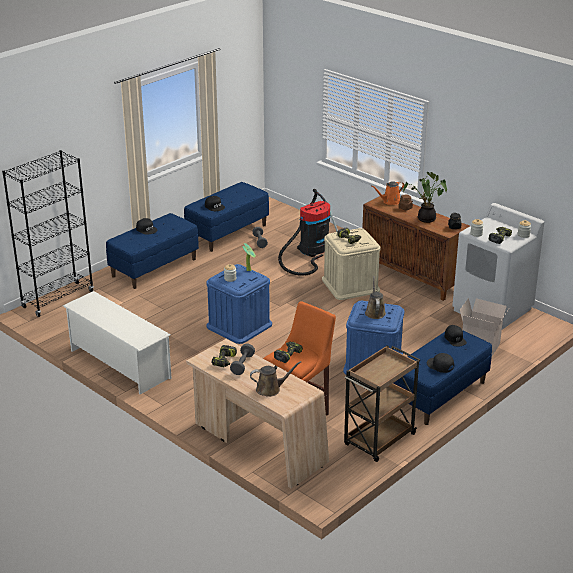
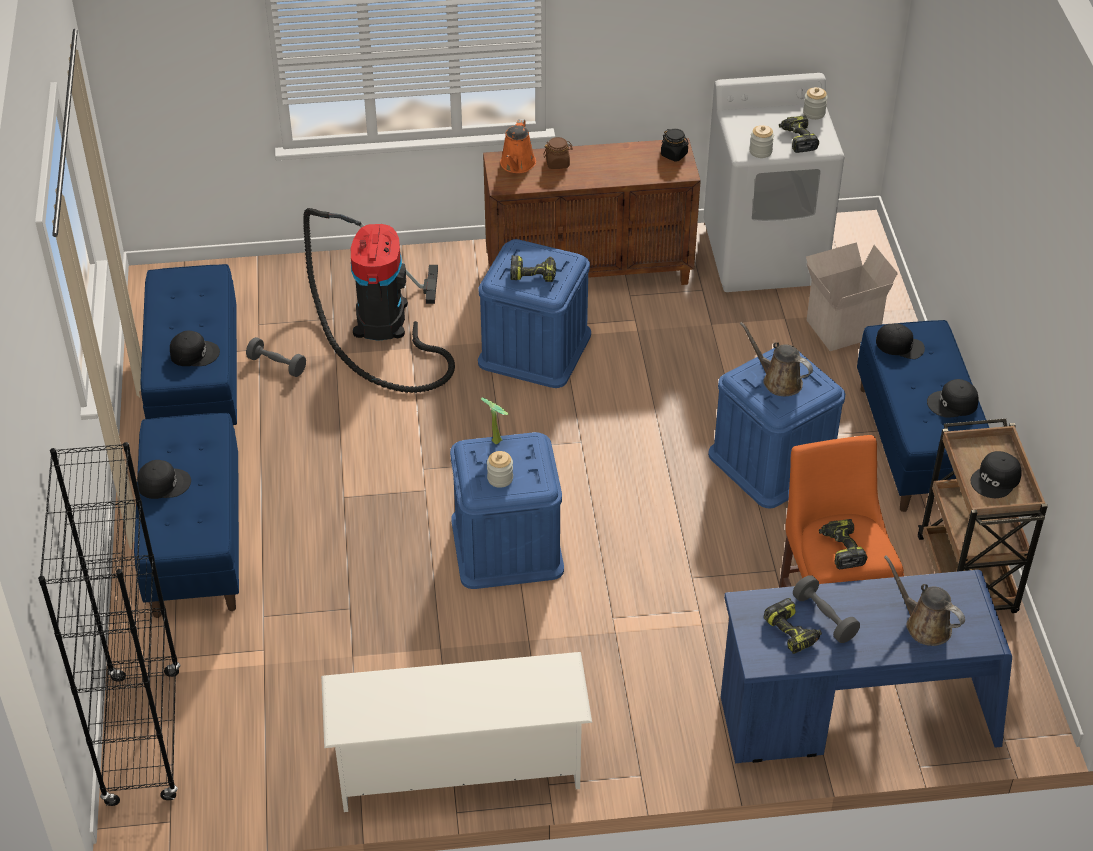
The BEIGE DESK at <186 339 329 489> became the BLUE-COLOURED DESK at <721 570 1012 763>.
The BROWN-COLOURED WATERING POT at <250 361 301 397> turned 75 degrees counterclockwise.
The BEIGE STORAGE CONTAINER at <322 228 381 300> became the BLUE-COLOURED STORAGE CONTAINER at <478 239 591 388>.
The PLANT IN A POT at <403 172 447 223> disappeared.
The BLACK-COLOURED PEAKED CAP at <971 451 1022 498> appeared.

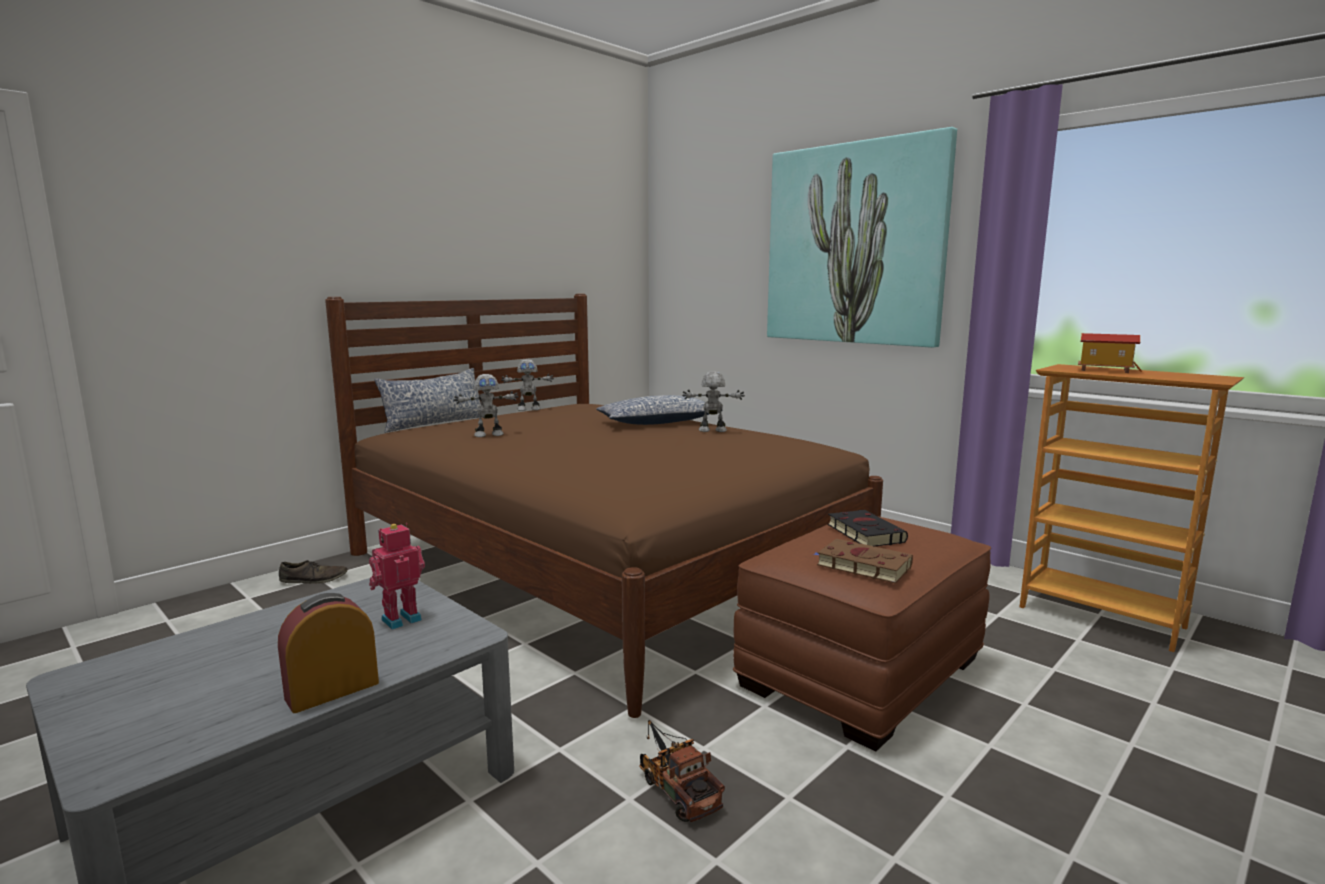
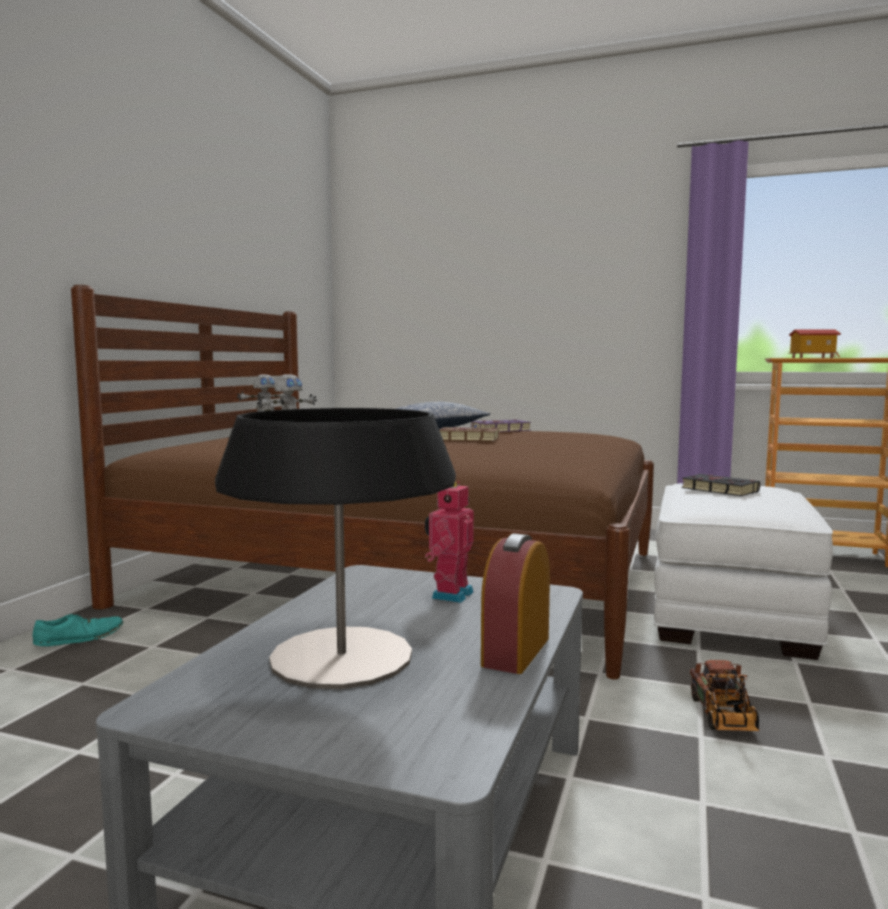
The BROWN-COLOURED ITEM OF FOOTWEAR at <279 560 348 584> became the TURQUOISE-COLOURED ITEM OF FOOTWEAR at <33 614 123 647>.
The PILLOW at <374 368 481 433> disappeared.
The TOY LORRY at <639 720 725 822> turned 120 degrees counterclockwise.
The TOY ROBOT at <682 371 745 432> was replaced by the PURPLISH BOUND BOOK at <471 419 531 432>.
The BROWN-COLOURED FOOTREST at <733 517 991 752> became the WHITE-COLOURED FOOTREST at <653 483 833 660>.
The PICTURE at <767 127 957 348> disappeared.
The BROWN-COLOURED BOUND BOOK moved from <813 539 913 584> to <439 427 499 441>.
The TABLETOP LAMP at <215 408 456 689> appeared.

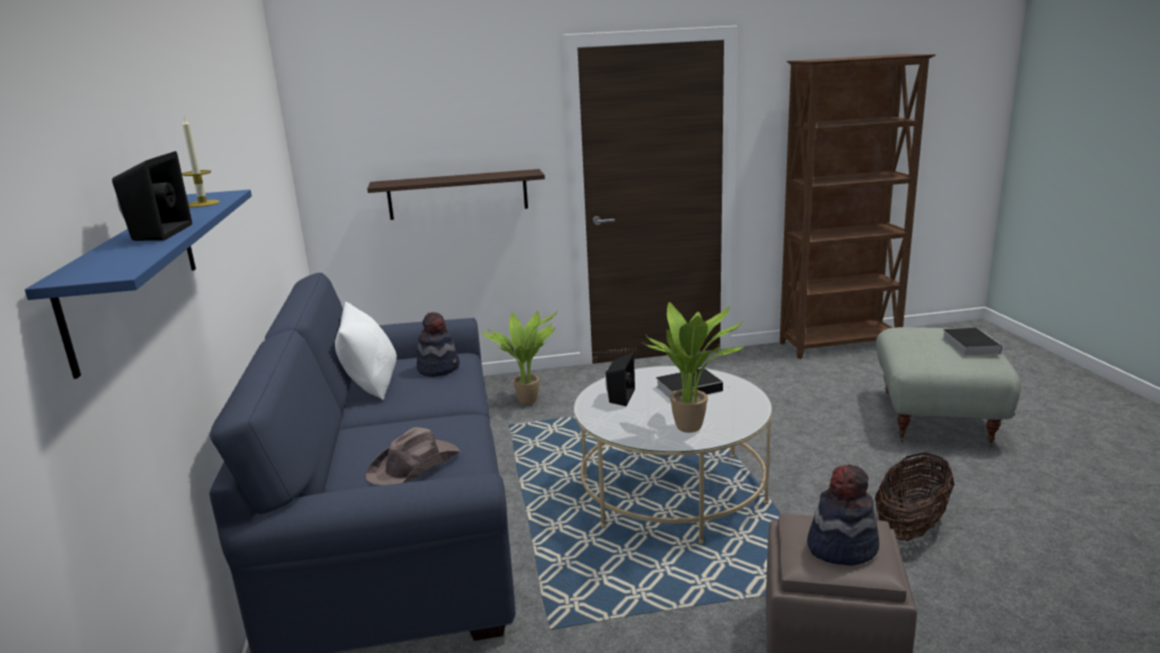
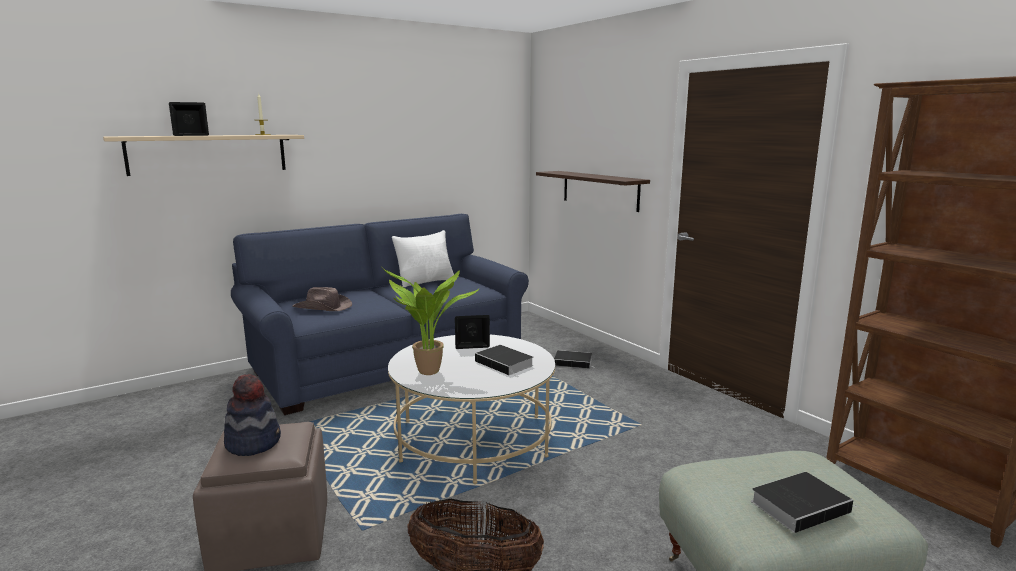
The BLUE-COLOURED BRACKET SHELF at <25 190 252 379> became the BEIGE BRACKET SHELF at <103 135 304 176>.
The CLOTHING HAT at <416 312 460 377> disappeared.
The PLANT IN A POT at <482 309 559 405> was replaced by the BOUND BOOK at <554 350 596 369>.

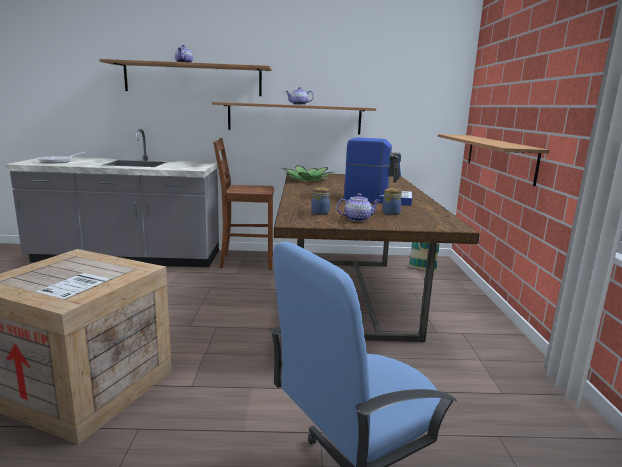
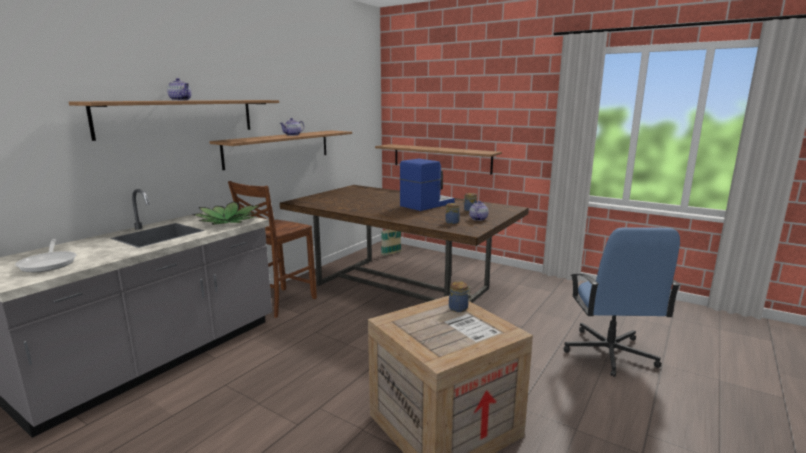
The PLANT IN A POT moved from <282 165 335 181> to <192 201 260 225>.
The STORAGE JAR at <449 281 471 312> appeared.

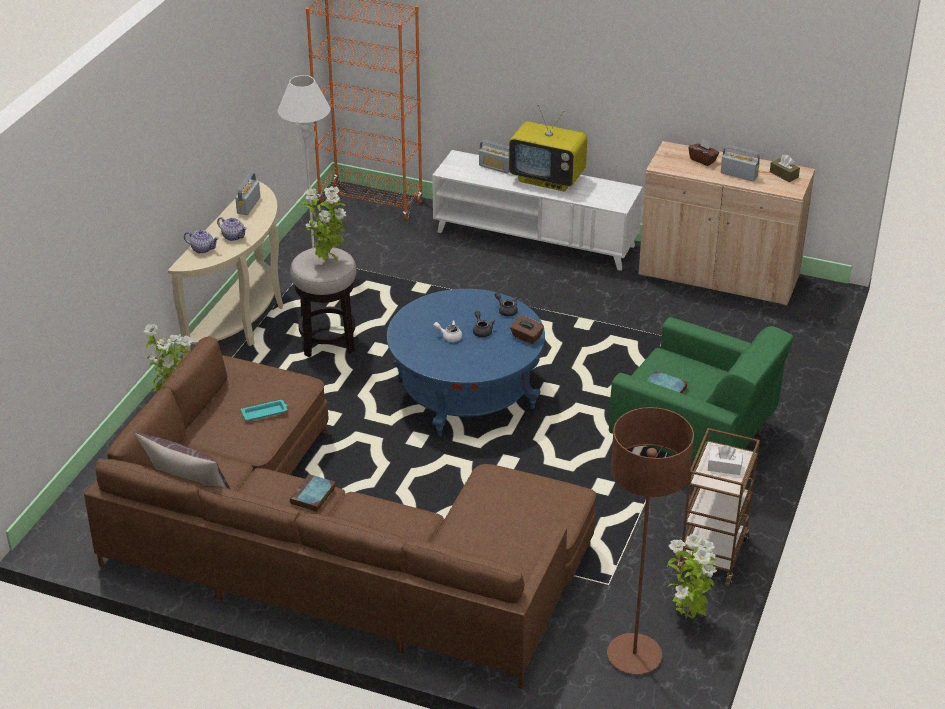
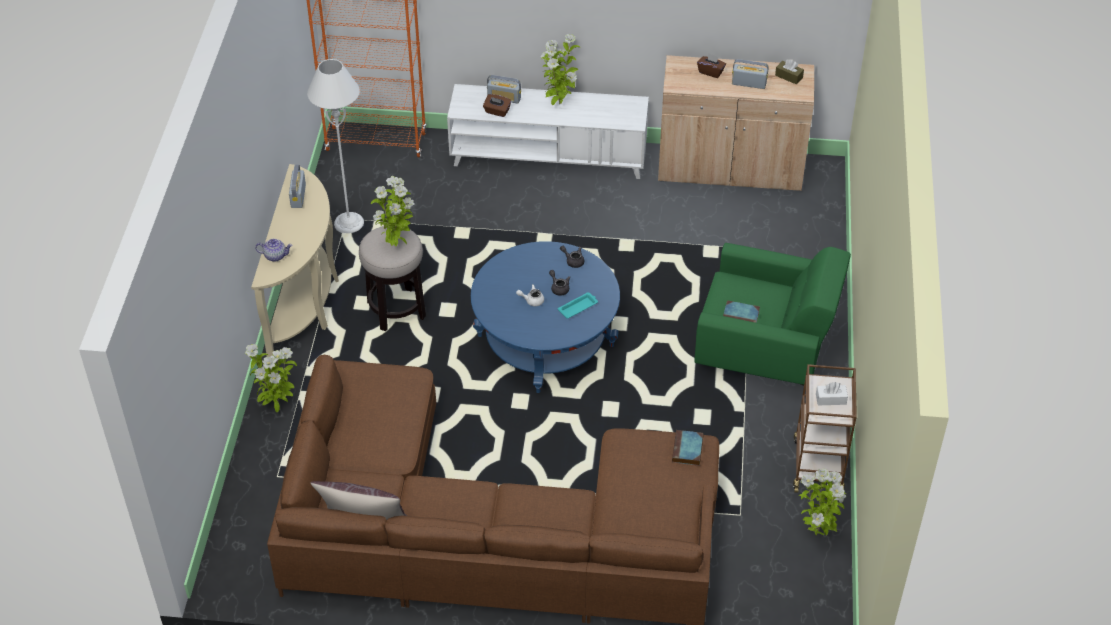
The TEA POT at <217 217 247 241> disappeared.
The TURQUOISE-COLOURED TRAY moved from <241 400 287 421> to <558 292 598 319>.
The BOUND BOOK moved from <290 474 335 513> to <672 430 703 466>.
The TV at <509 104 587 191> was replaced by the PLANT IN A POT at <541 34 580 105>.
The BROWN-COLOURED BOX OF TISSUES moved from <510 316 544 344> to <483 94 511 117>.
The BROWN-COLOURED STANDARD LAMP at <607 407 694 674> disappeared.

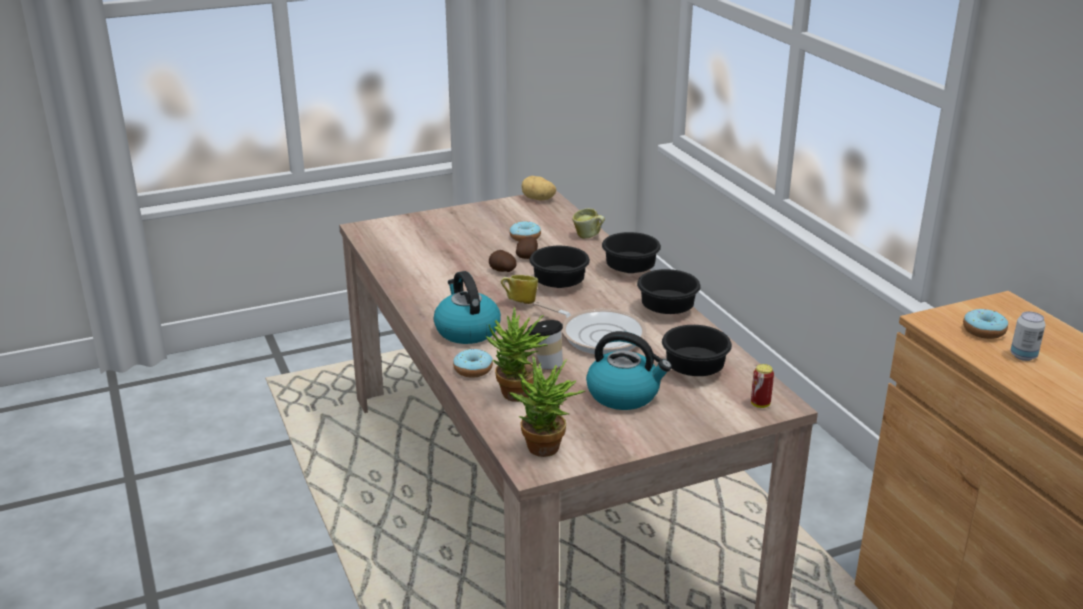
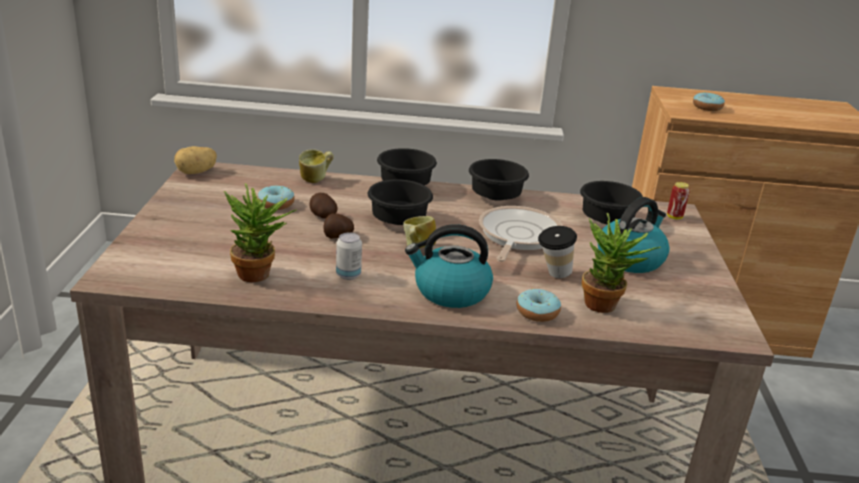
The PLANT IN A POT moved from <509 356 585 457> to <224 183 297 282>.
The PAN at <534 301 646 355> turned 45 degrees counterclockwise.
The SEALED CAN moved from <1010 311 1046 361> to <336 232 362 280>.

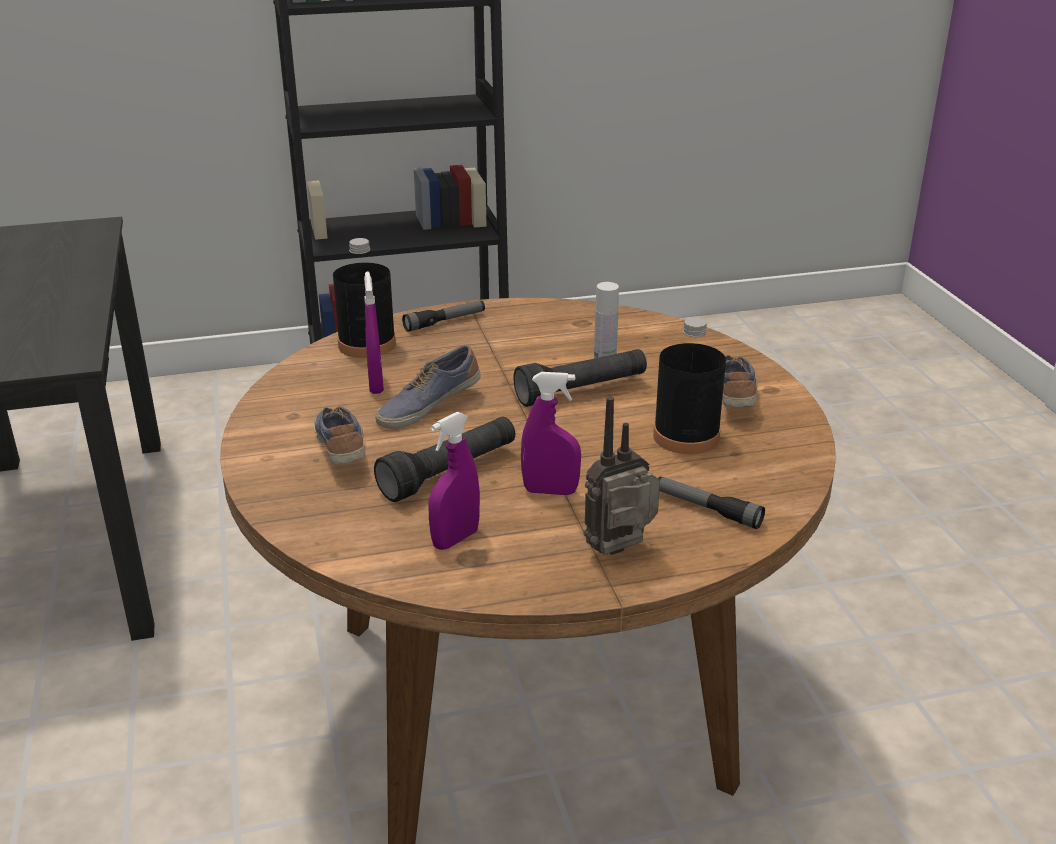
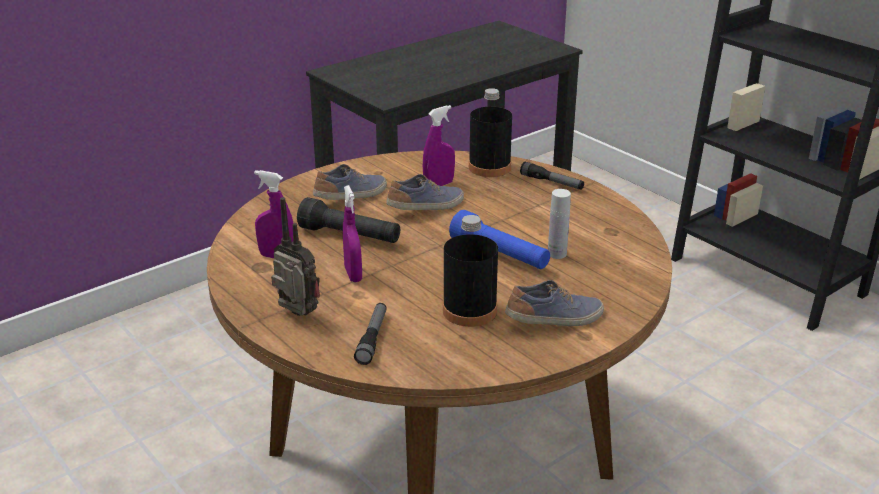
The ITEM OF FOOTWEAR at <375 345 481 429> turned 120 degrees clockwise.
The BLACK-COLOURED HAND TORCH at <514 349 647 407> became the BLUE-COLOURED HAND TORCH at <449 210 550 269>.

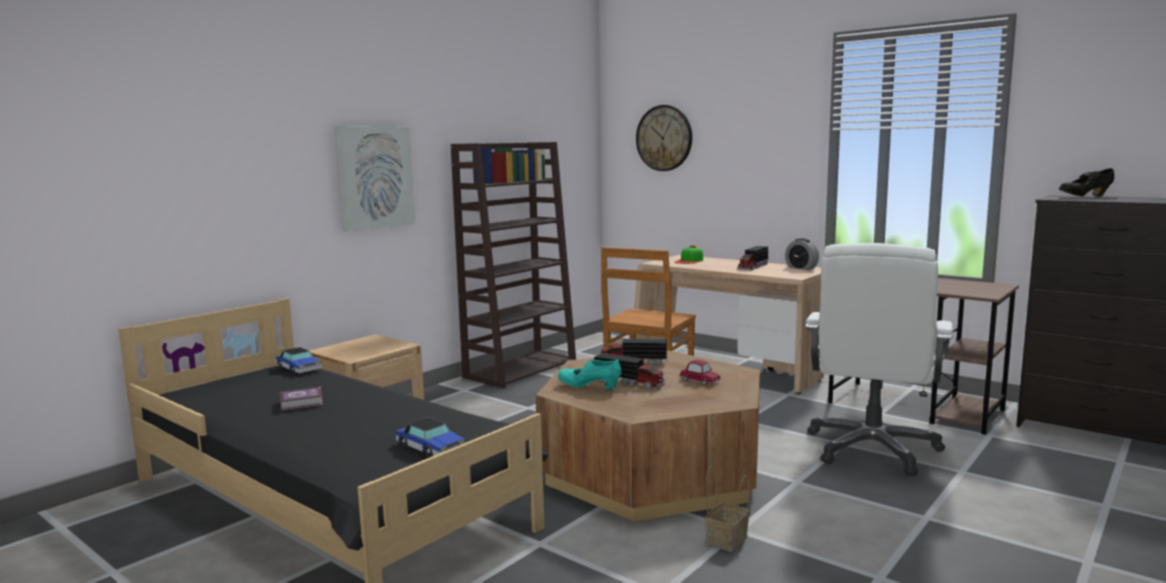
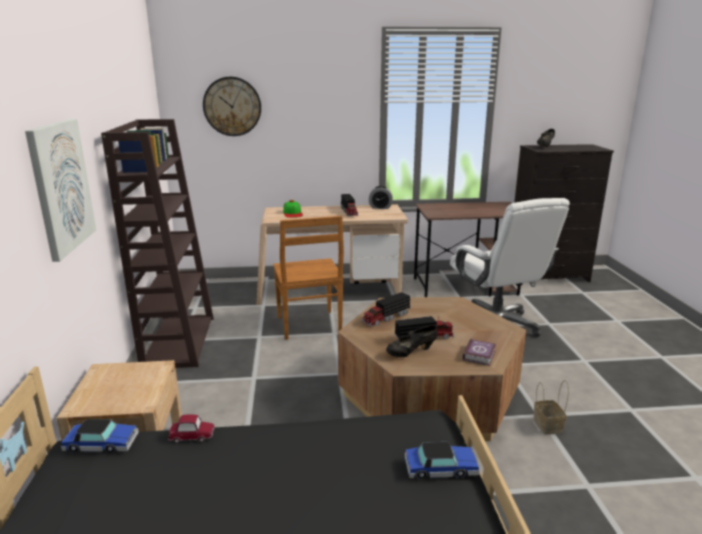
The BOUND BOOK moved from <280 387 324 412> to <463 338 496 366>.
The TURQUOISE-COLOURED ITEM OF FOOTWEAR at <558 360 621 390> became the BLACK-COLOURED ITEM OF FOOTWEAR at <386 325 438 357>.
The MINIATURE CAR moved from <679 360 721 385> to <168 414 215 443>.

